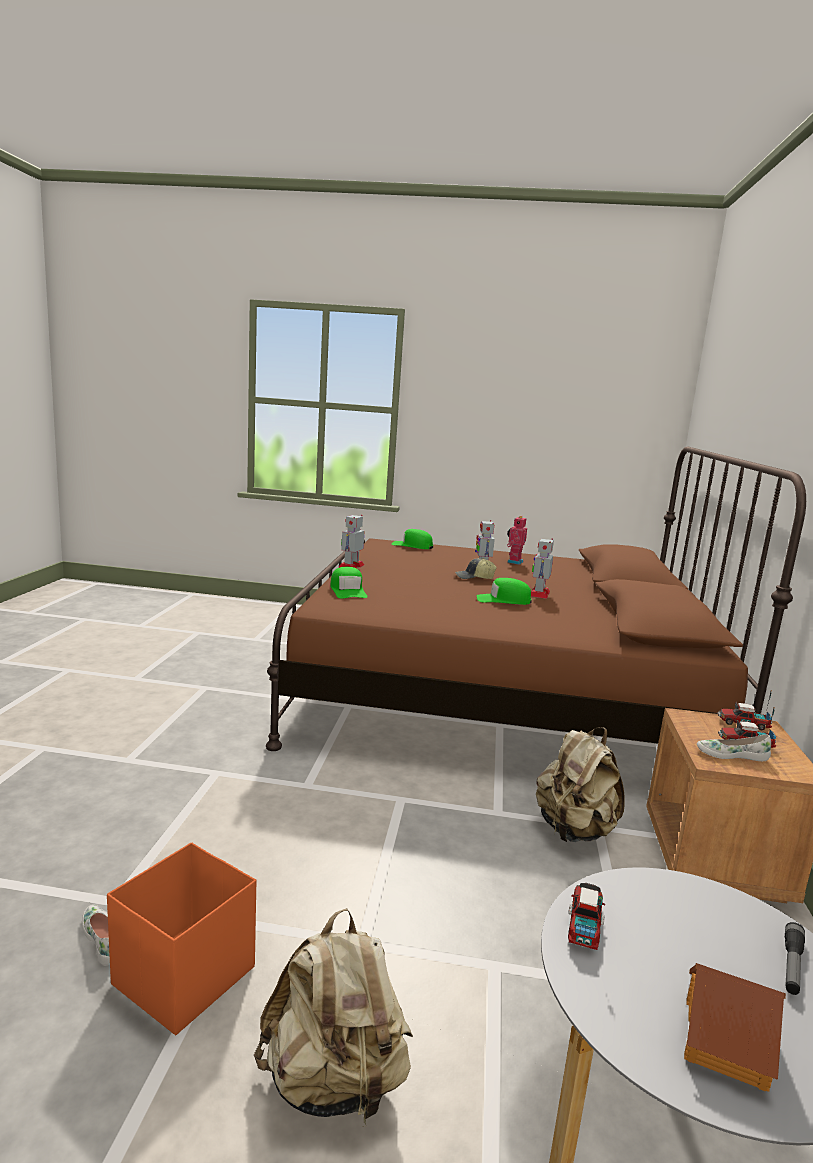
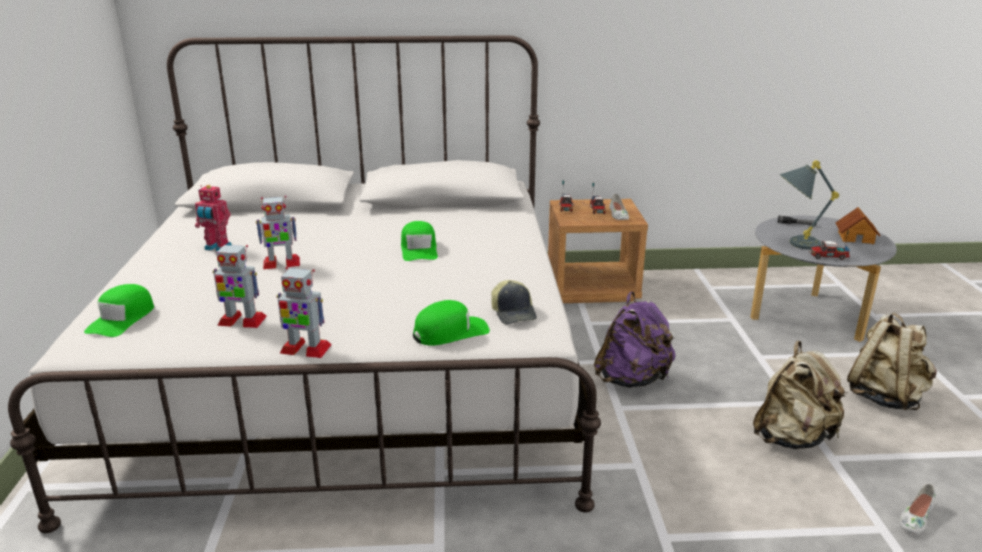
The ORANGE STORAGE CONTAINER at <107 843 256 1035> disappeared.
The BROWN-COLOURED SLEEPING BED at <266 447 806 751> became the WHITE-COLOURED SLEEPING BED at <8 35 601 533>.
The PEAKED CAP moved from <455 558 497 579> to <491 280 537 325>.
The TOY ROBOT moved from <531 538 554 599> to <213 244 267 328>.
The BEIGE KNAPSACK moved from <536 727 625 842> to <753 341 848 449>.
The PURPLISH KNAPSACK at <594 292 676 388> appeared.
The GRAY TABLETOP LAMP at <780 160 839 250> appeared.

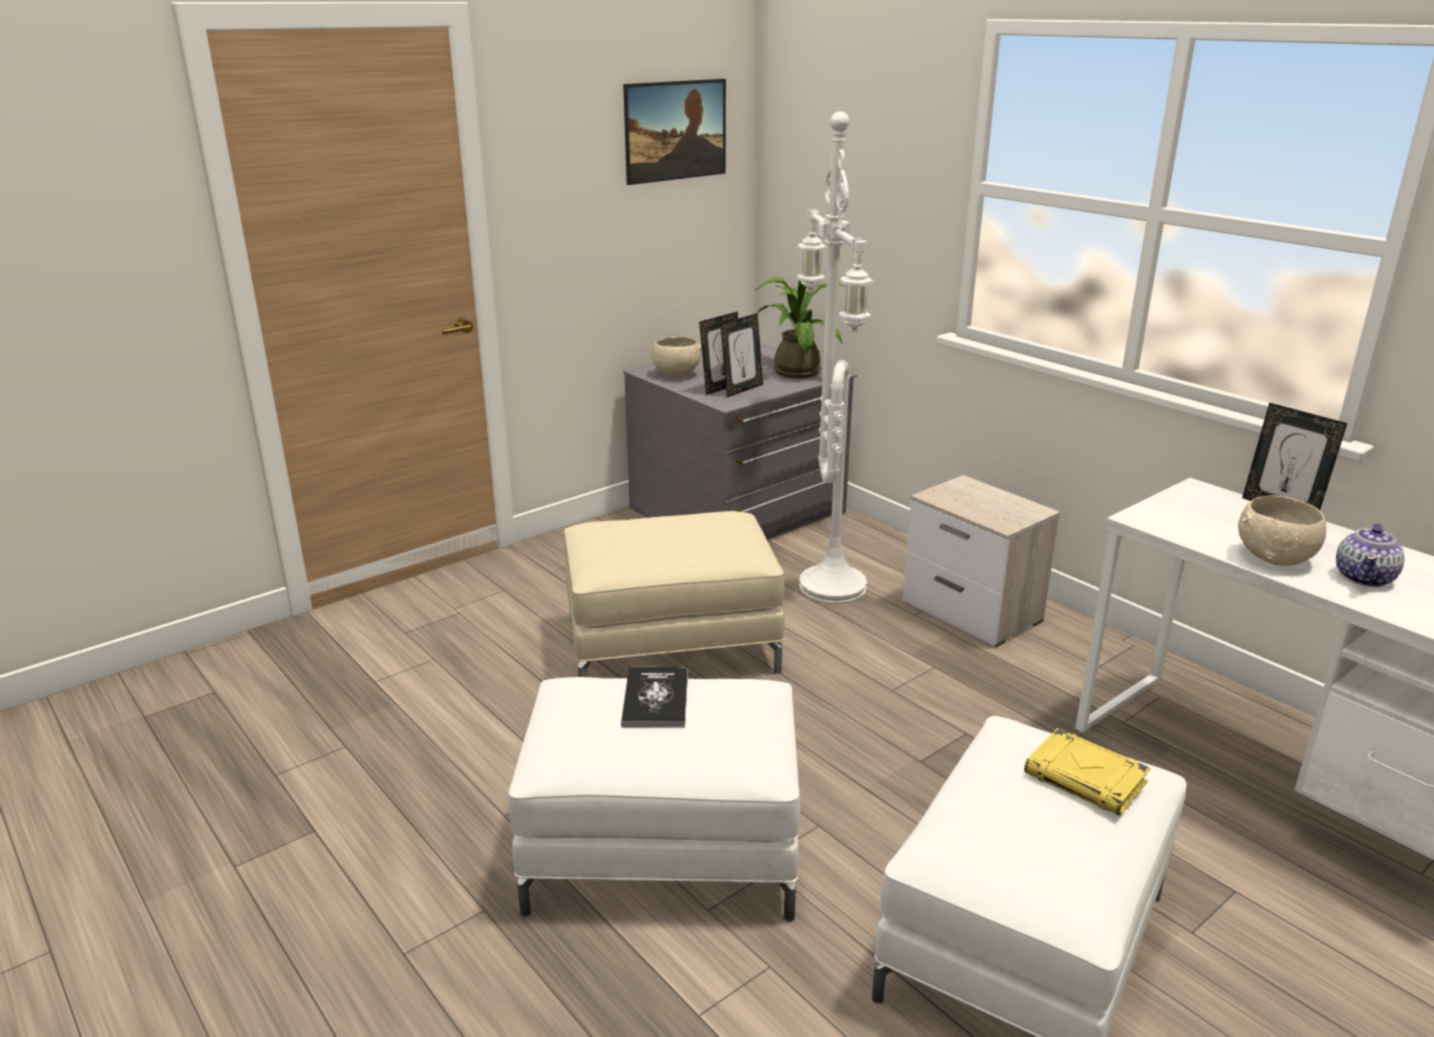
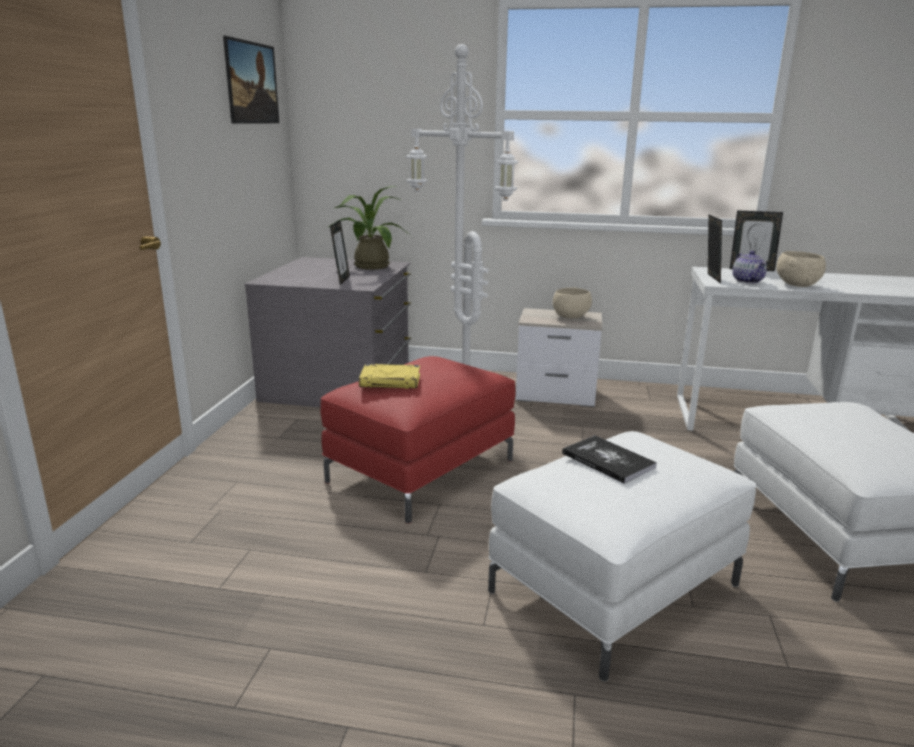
The BEIGE FOOTREST at <564 511 785 677> became the RED FOOTREST at <320 356 516 524>.
The BEIGE SERVING BOWL moved from <652 337 702 377> to <553 287 592 318>.
The PICTURE FRAME moved from <720 313 763 397> to <708 214 722 284>.
The YELLOW BOUND BOOK moved from <1024 728 1150 816> to <359 364 420 389>.
The TEA POT moved from <1336 523 1405 587> to <732 251 767 284>.

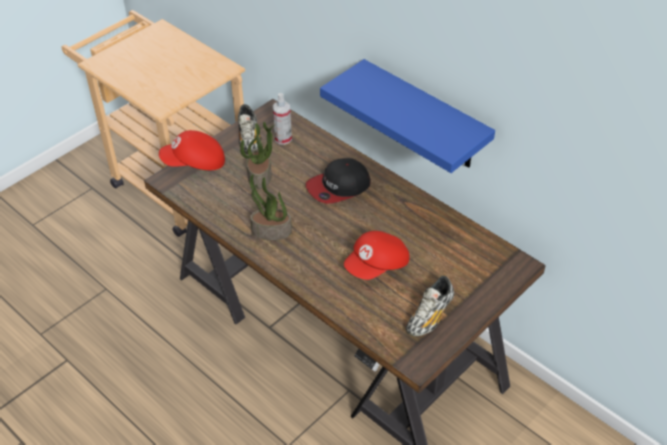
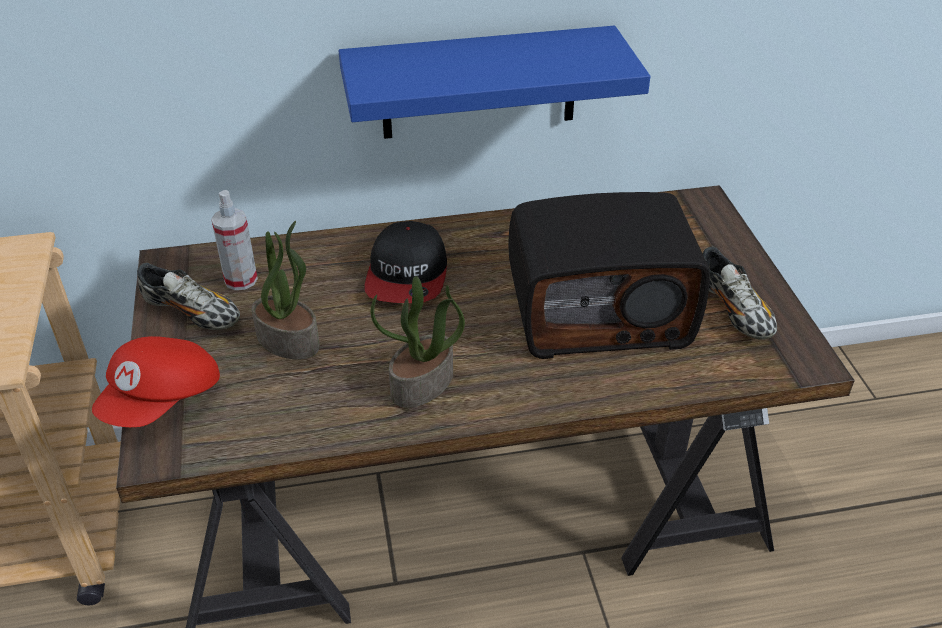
The RED PEAKED CAP at <344 231 410 280> was replaced by the RADIO SET at <508 192 710 359>.

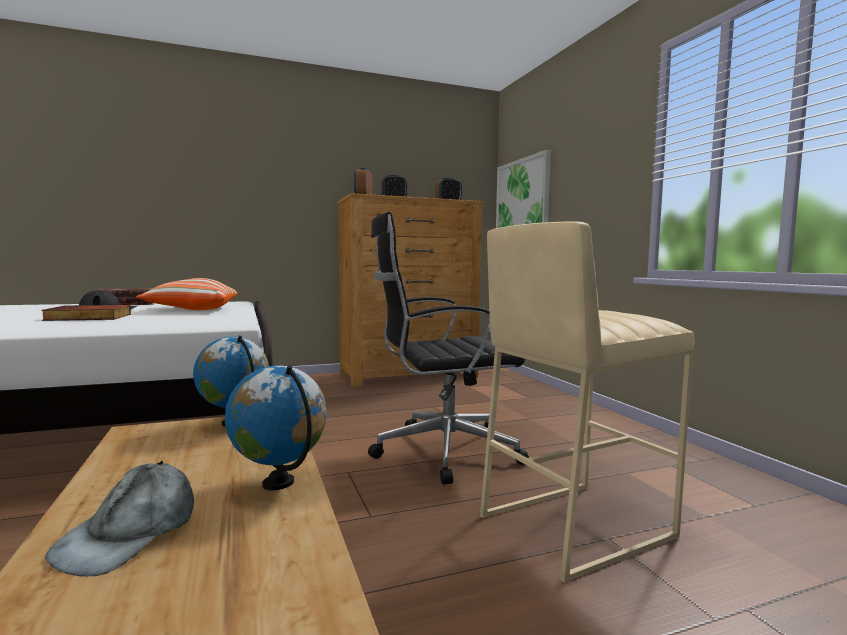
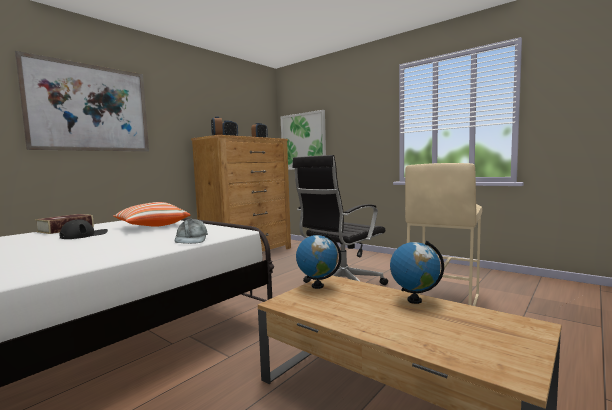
The BOUND BOOK at <41 305 131 321> disappeared.
The GRAY PEAKED CAP moved from <45 461 194 577> to <175 219 208 244>.
The PICTURE at <15 51 149 151> appeared.

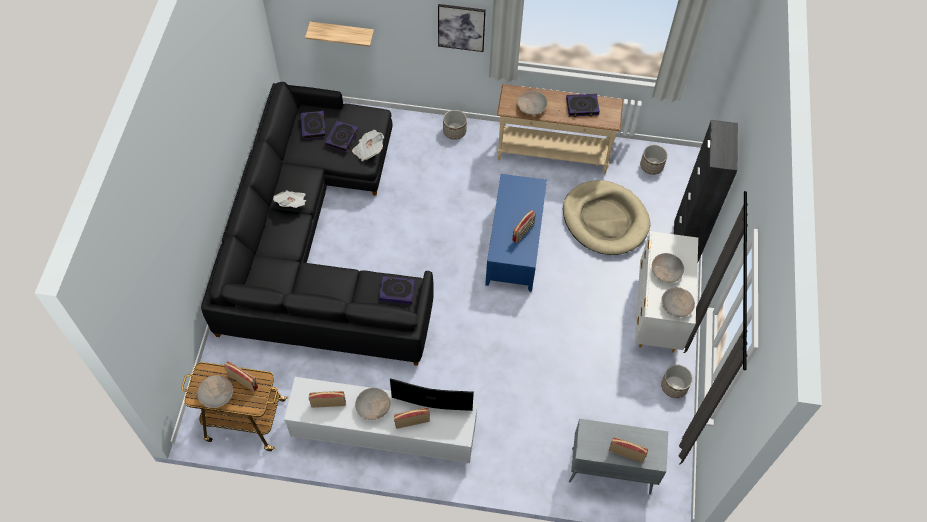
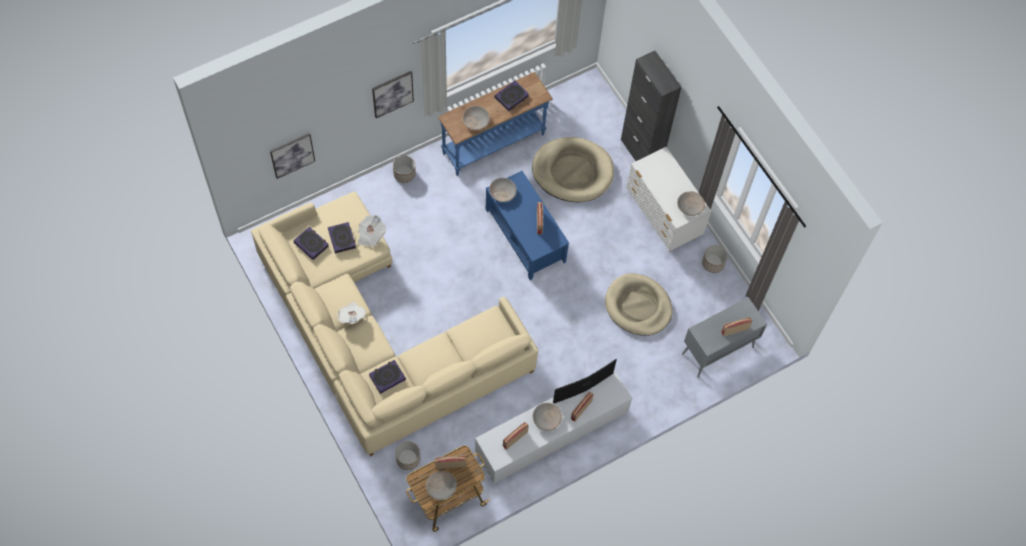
The BLACK-COLOURED SETTEE at <201 82 434 366> became the BEIGE SETTEE at <251 192 538 456>.
The BRACKET SHELF at <305 22 374 47> was replaced by the PICTURE at <270 133 315 179>.
The BOUND BOOK moved from <379 276 415 304> to <369 360 406 394>.
The BEIGE NARROW TABLE at <497 84 623 174> became the BLUE-COLOURED NARROW TABLE at <438 72 553 176>.
The PLANT POT moved from <640 145 667 175> to <395 441 420 470>.
The BEIGE SERVING BOWL moved from <652 253 684 283> to <489 178 517 202>.
The BEIGE DOG CUSHION at <605 273 673 336> appeared.

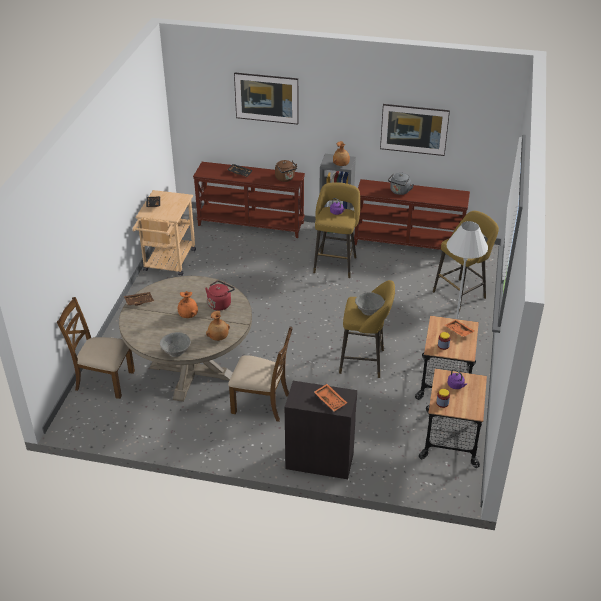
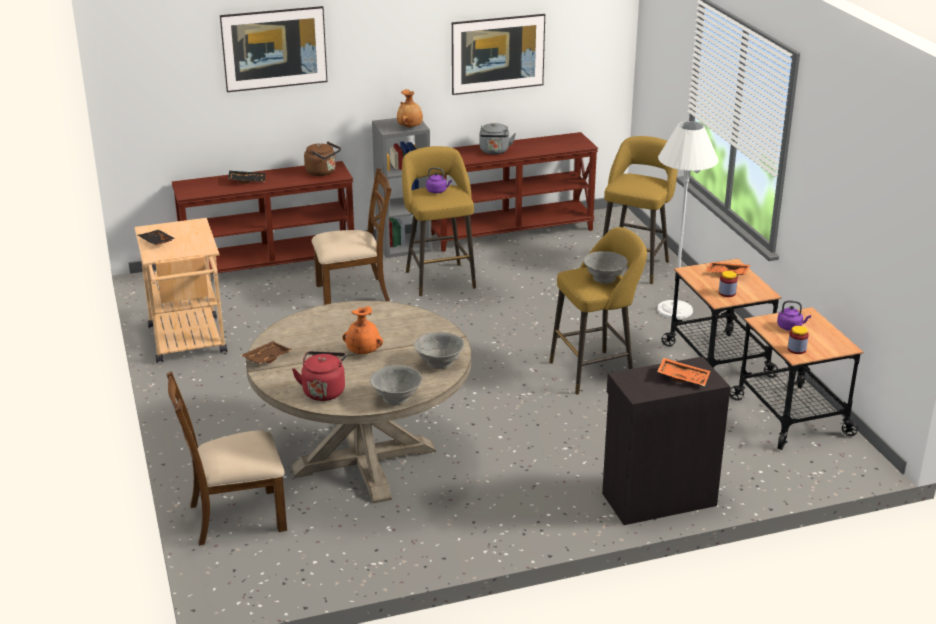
The RED KETTLE moved from <205 280 235 311> to <292 351 346 401>.
The BROWN-COLOURED DECORATIVE VASE at <206 311 230 341> was replaced by the GRAY SERVING BOWL at <414 332 464 369>.
The BROWN-COLOURED UPRIGHT CHAIR moved from <228 326 293 422> to <312 168 392 305>.

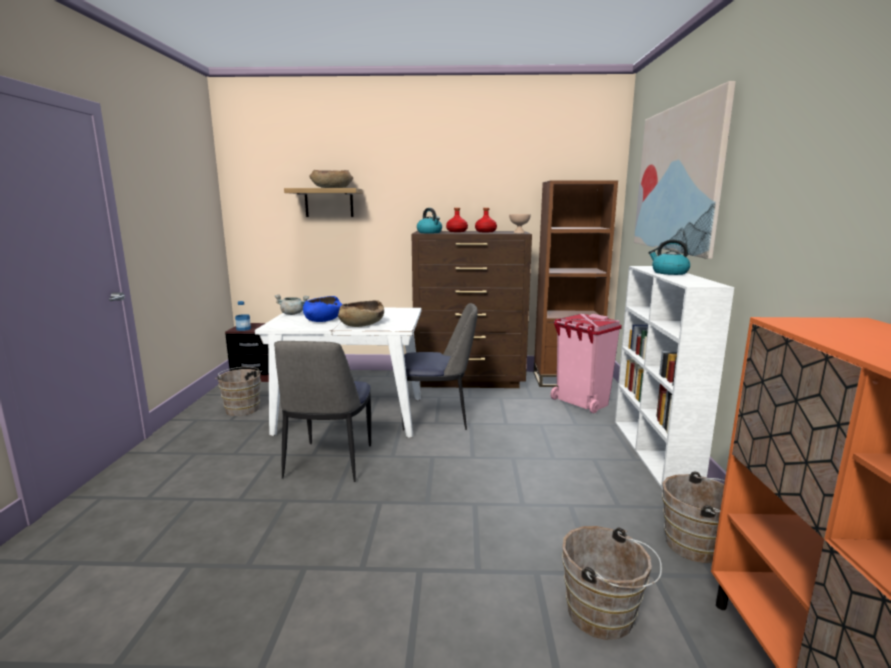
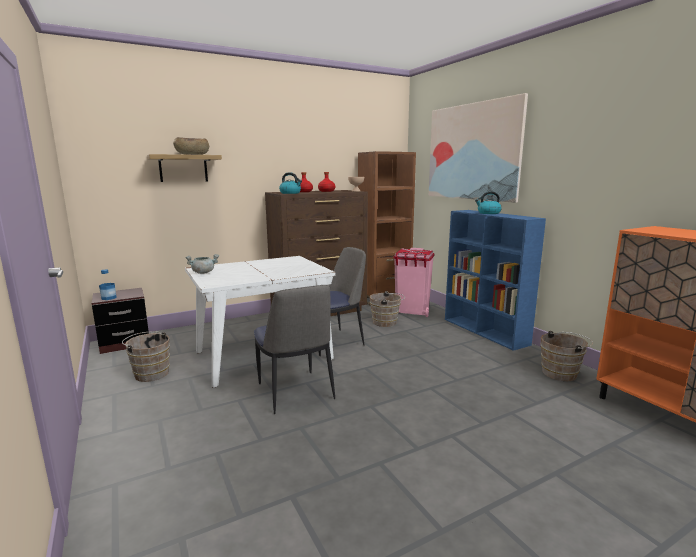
The BLUE-COLOURED SERVING BOWL at <303 296 342 322> disappeared.
The BROWN-COLOURED SERVING BOWL at <338 300 384 327> disappeared.
The BROWN-COLOURED PAIL moved from <562 526 662 640> to <369 291 405 327>.
The WHITE-COLOURED BOOKCASE at <615 266 734 490> became the BLUE-COLOURED BOOKCASE at <445 210 546 351>.

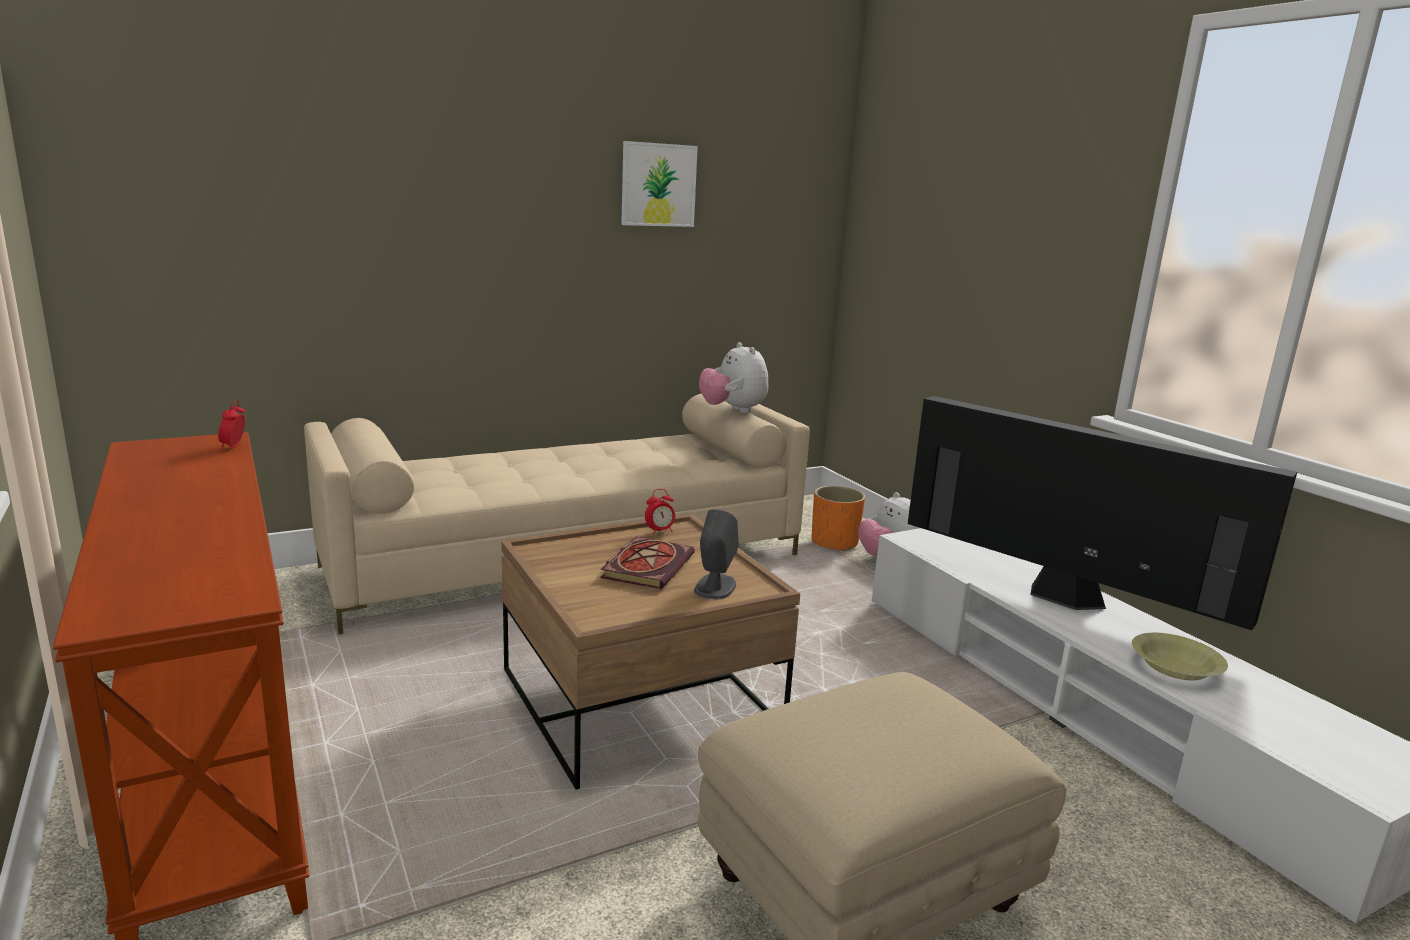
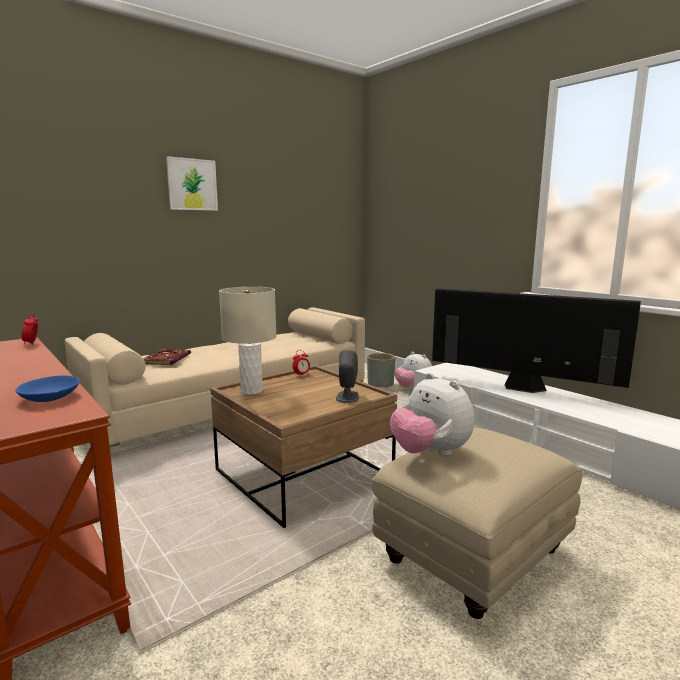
The BOUND BOOK moved from <600 536 695 589> to <144 349 191 365>.
The PICTURE moved from <621 141 698 227> to <166 156 218 211>.
The CUDDLY TOY moved from <699 342 768 413> to <390 373 474 456>.
The ORANGE PLANT POT at <812 486 865 551> became the GRAY PLANT POT at <367 353 395 388>.
The YELLOW SERVING BOWL at <1132 633 1228 680> disappeared.
The BLUE-COLOURED SERVING BOWL at <16 375 80 402> appeared.
The BEIGE TABLETOP LAMP at <219 287 276 395> appeared.

